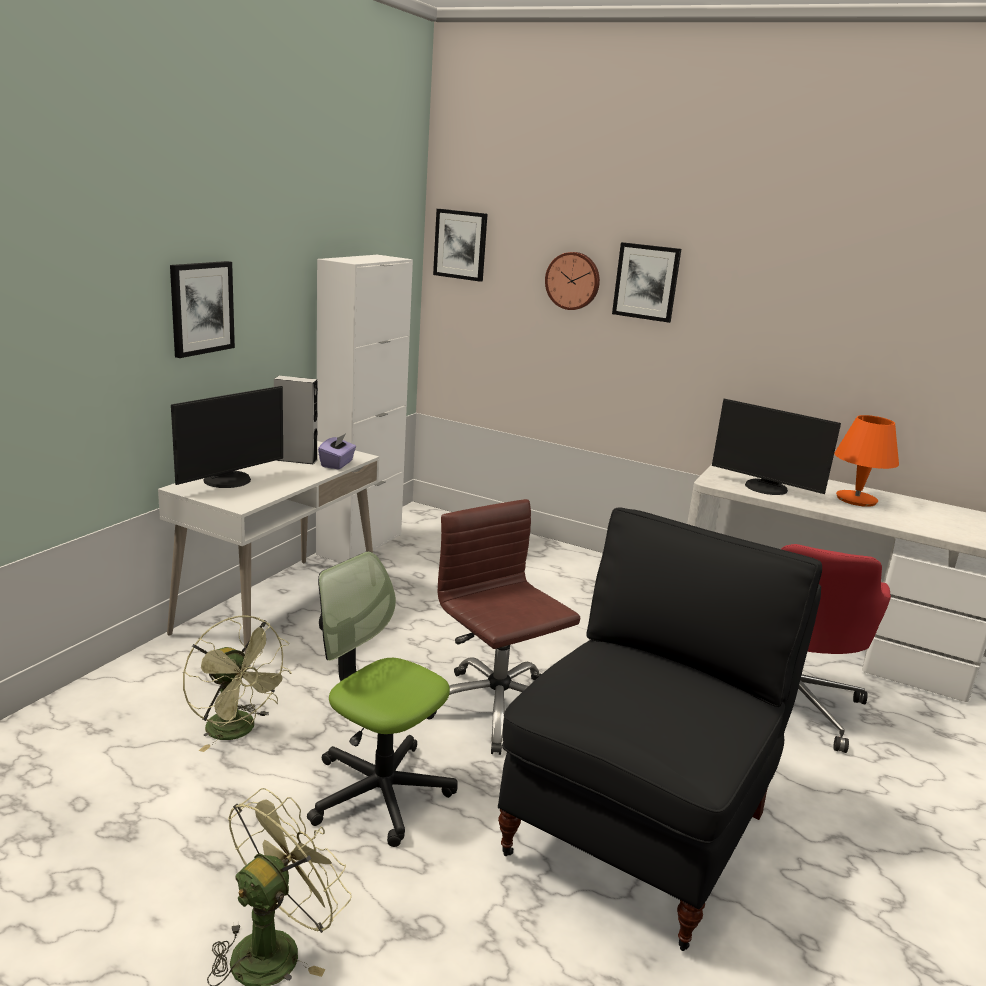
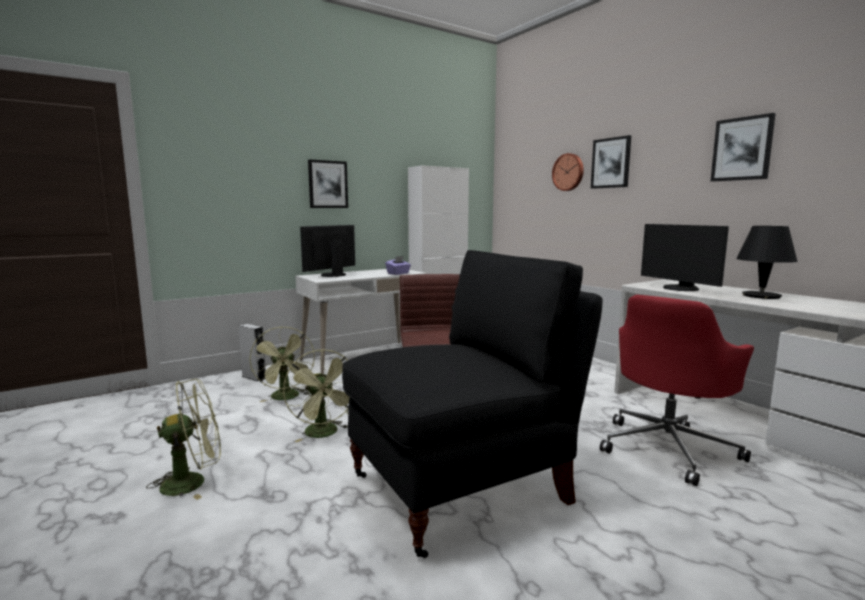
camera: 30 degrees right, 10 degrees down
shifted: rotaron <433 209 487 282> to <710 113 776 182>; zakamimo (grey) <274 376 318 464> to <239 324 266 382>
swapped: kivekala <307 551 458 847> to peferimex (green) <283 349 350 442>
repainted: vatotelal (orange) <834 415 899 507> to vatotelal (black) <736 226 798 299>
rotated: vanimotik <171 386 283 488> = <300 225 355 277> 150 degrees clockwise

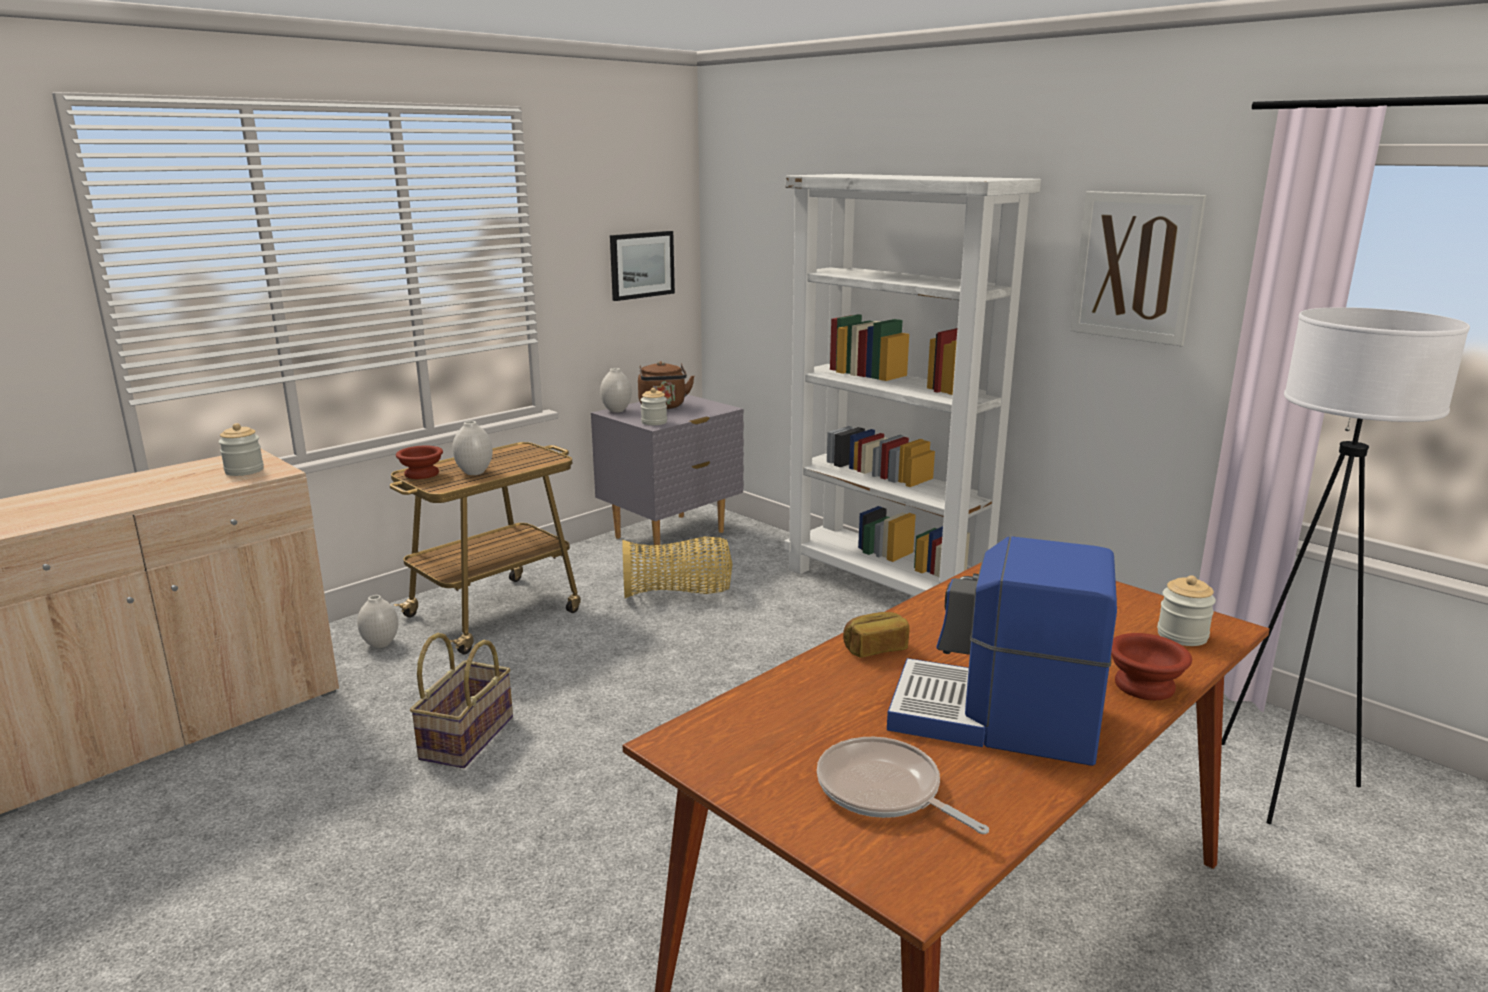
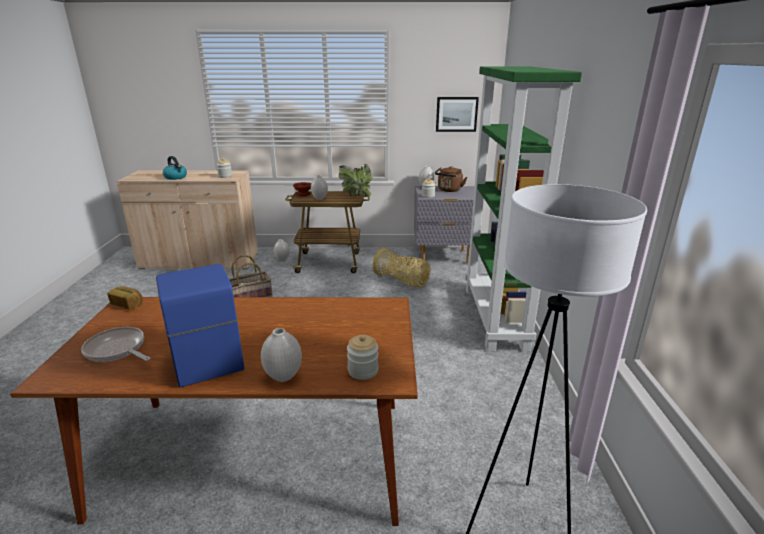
camera: 45 degrees right, 5 degrees up
gone: rotaron <1071 191 1206 346>
new: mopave <163 156 187 180>; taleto <338 164 373 196>
shifted: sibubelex <843 612 910 658> to <107 286 143 310>
swapped: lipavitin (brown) <1111 633 1192 700> to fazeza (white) <261 328 302 382>
repainted: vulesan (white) <785 174 1041 596> to vulesan (green) <465 66 582 351>
rotated: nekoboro <817 737 989 834> = <81 327 150 362> 60 degrees counterclockwise

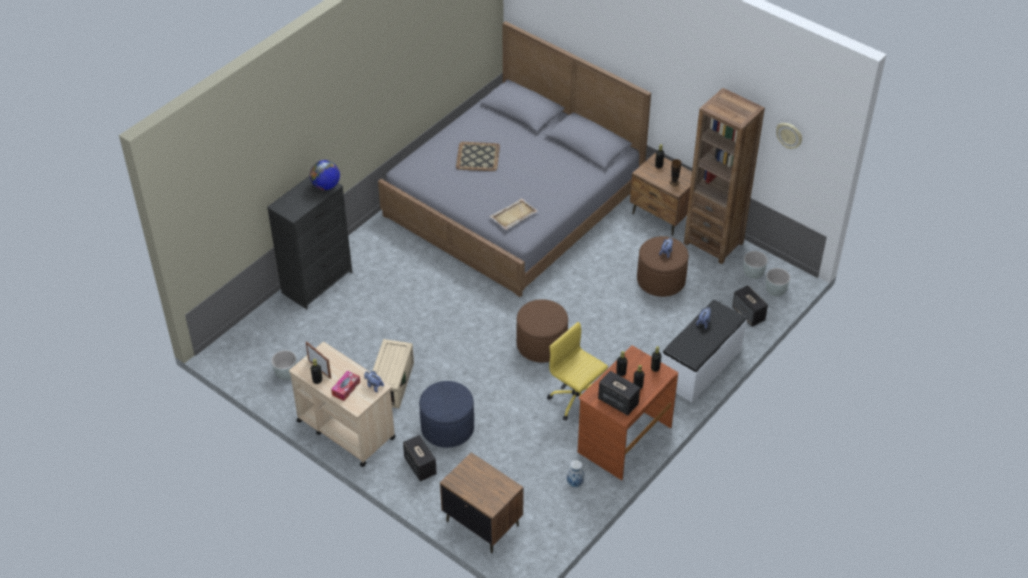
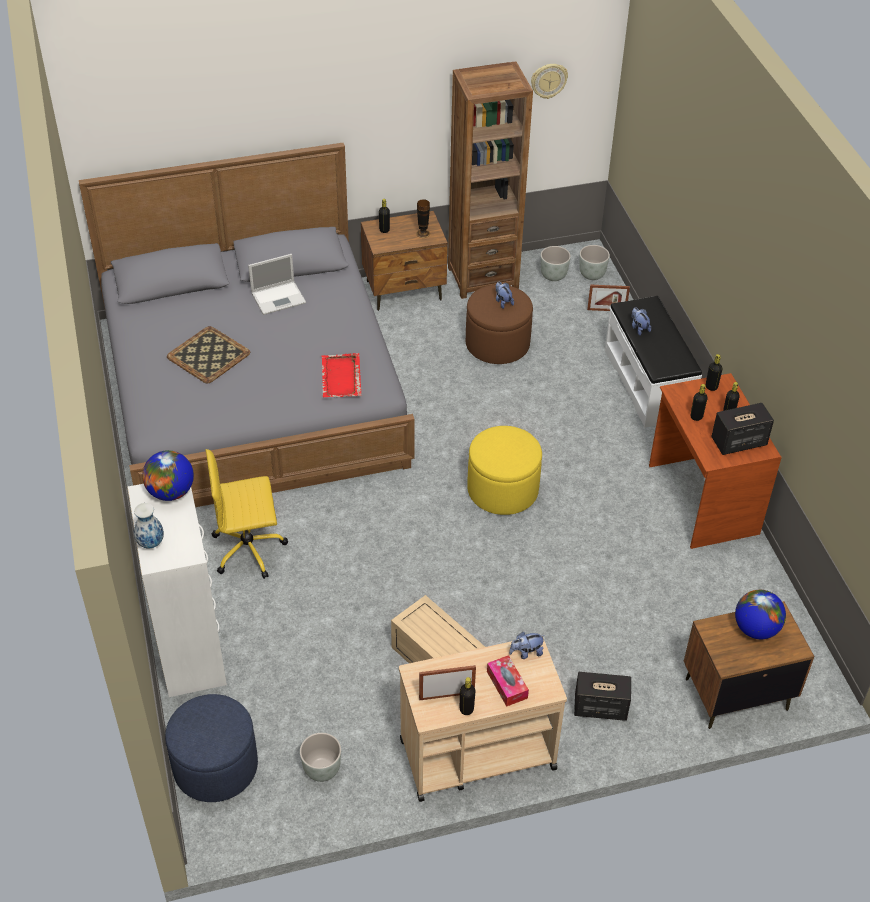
camera: 55 degrees left, 0 degrees up
new: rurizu <248 254 306 315>; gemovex <735 590 786 639>
shifted: kivekala (yellow) <547 322 608 421> to <205 449 288 579>; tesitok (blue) <419 381 474 448> to <165 694 258 802>; fazeza <567 460 585 487> to <134 503 164 548>
swapped: zakamimo <732 285 768 327> to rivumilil <587 285 630 311>
repainted: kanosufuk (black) <267 175 352 309> to kanosufuk (white) <128 484 227 697>; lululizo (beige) <490 198 538 230> to lululizo (red) <321 353 361 397>; tesitok (brown) <516 299 568 363> to tesitok (yellow) <467 426 542 515>

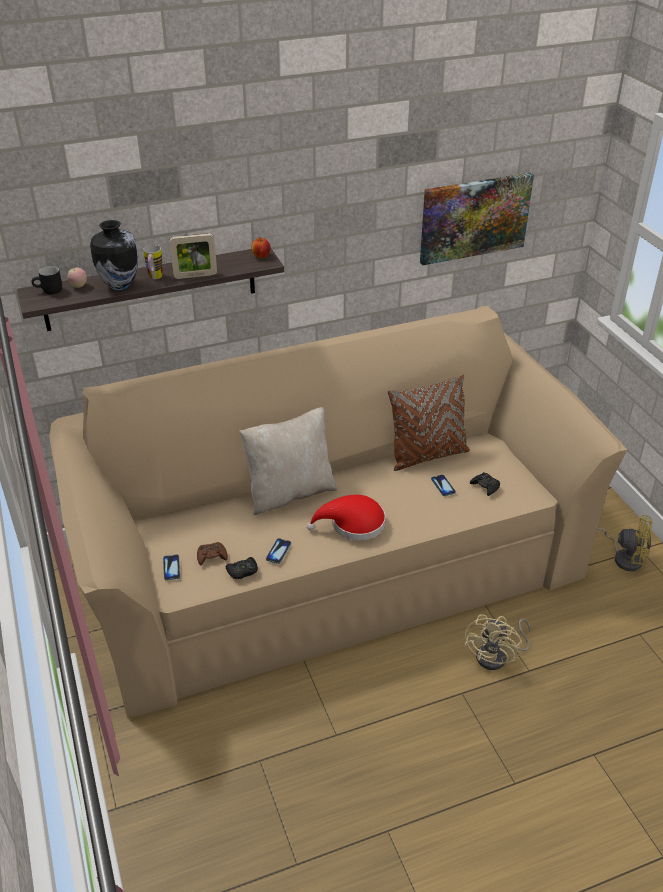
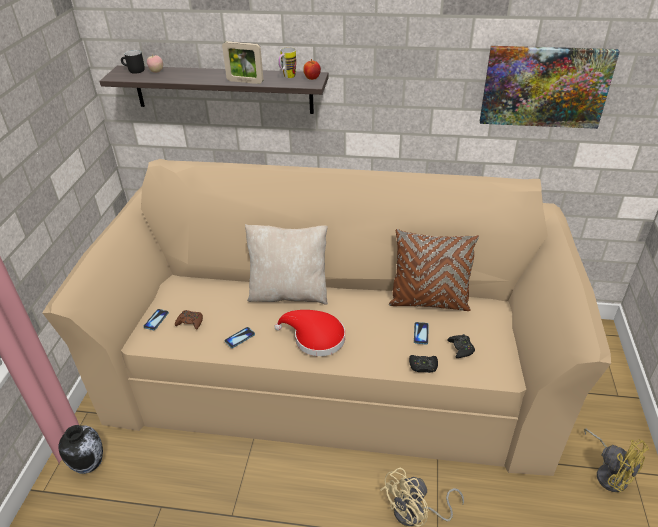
camera: 30 degrees right, 0 degrees up
shifted: fazeza <90 220 138 290> to <59 425 103 474>; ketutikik <143 245 163 279> to <278 47 296 78>; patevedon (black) <226 557 258 579> to <409 355 438 373>

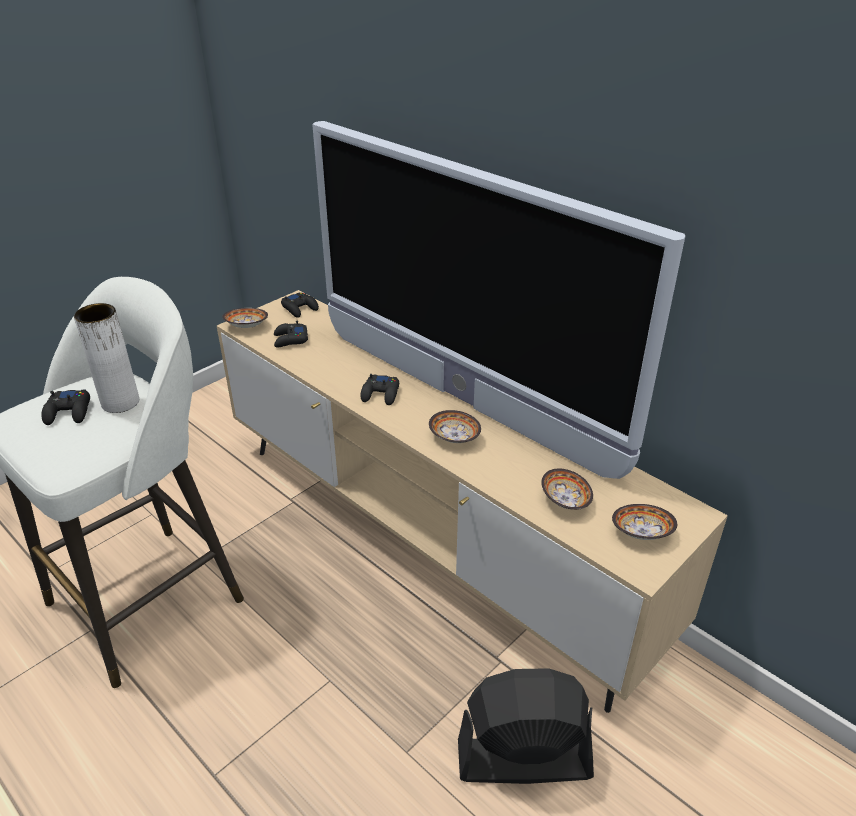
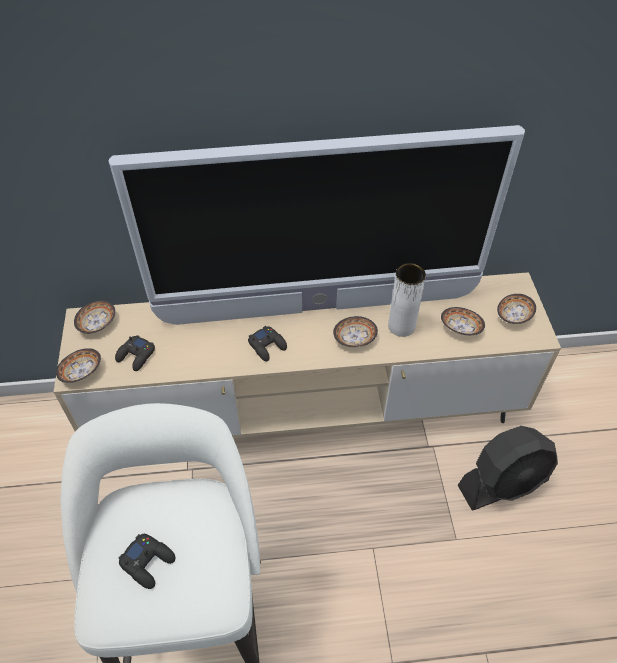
camera: 50 degrees left, 15 degrees up
shifted: fazeza (white) <74 303 139 413> to <388 263 426 337>
swapped: patevedon (black) <281 293 319 318> to lipavitin <74 300 115 334>
rotated: peferimex (black) <458 668 594 784> = <458 426 558 510> 150 degrees counterclockwise

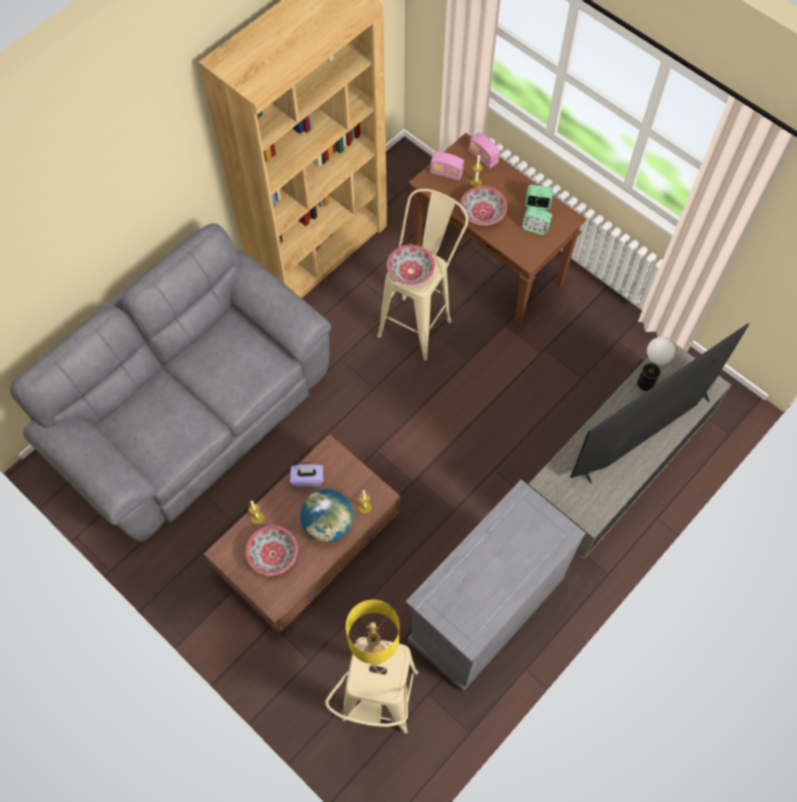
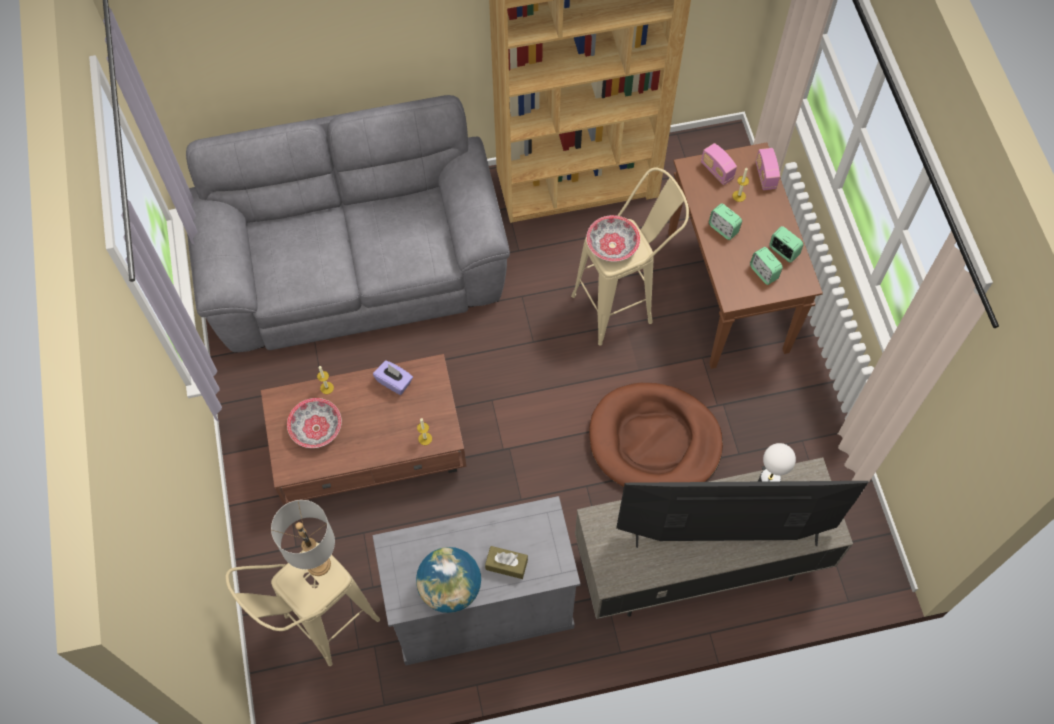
camera: 35 degrees right, 0 degrees up
new: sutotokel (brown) <589 383 723 487>; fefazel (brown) <485 546 528 579>
shifted: gemovex <300 489 353 542> to <416 547 481 613>
swapped: lipavitin <460 186 507 225> to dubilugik <709 203 742 240>
repainted: vatotelal (yellow) <346 600 400 665> to vatotelal (grey) <271 500 335 576>

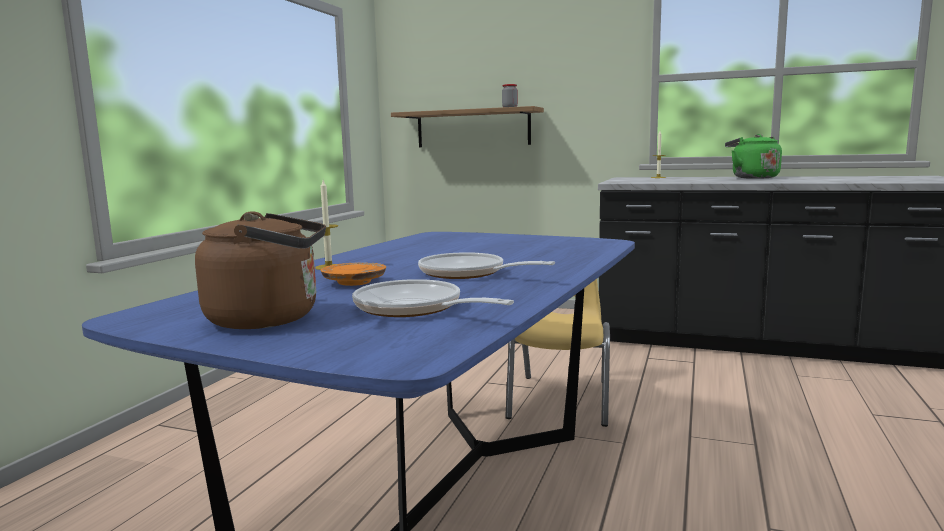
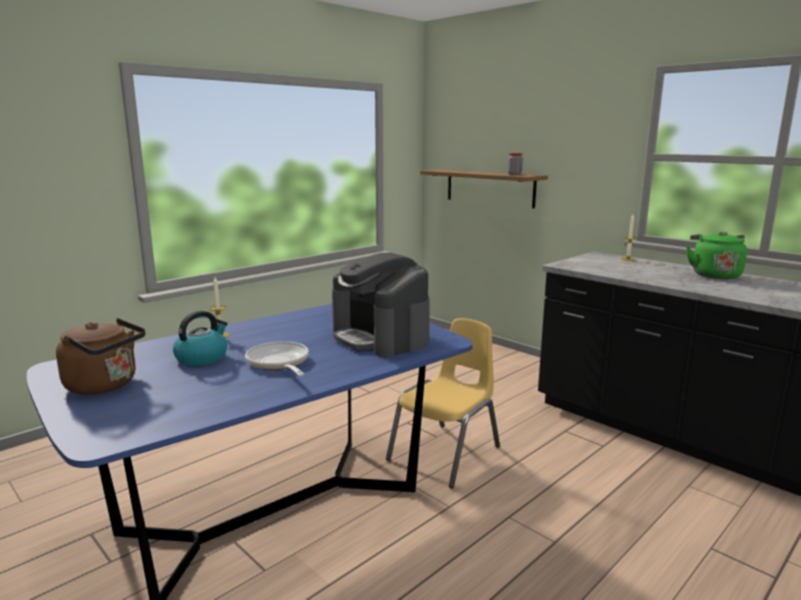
camera: 25 degrees right, 5 degrees up
gone: nekoboro <352 279 514 317>
new: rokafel <332 252 430 357>
swapped: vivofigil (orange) <320 262 386 286> to mopave <173 311 228 366>

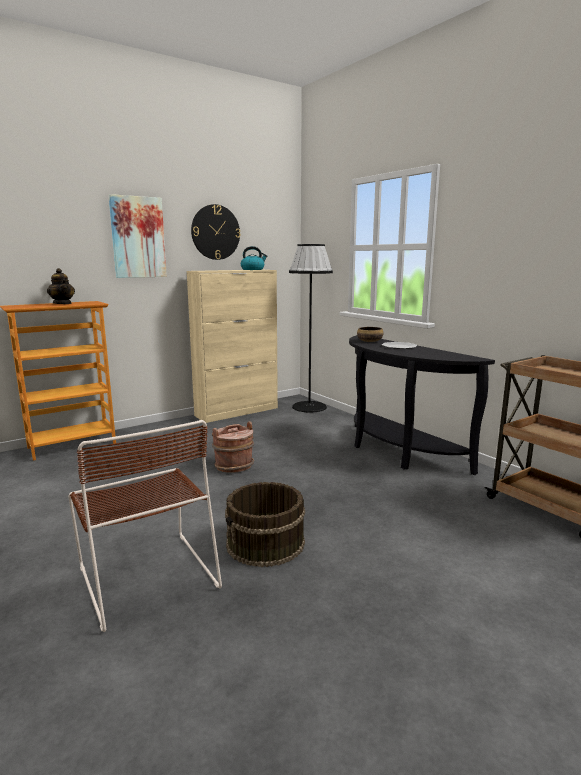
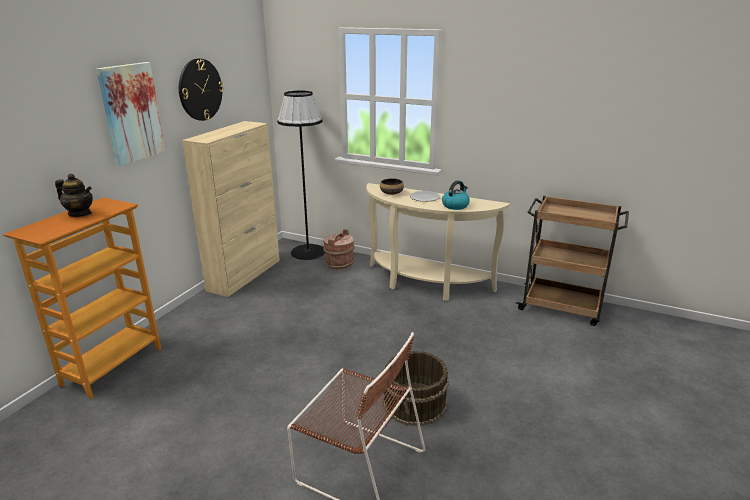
camera: 30 degrees left, 10 degrees up
shifted: mopave <241 246 267 270> to <442 180 470 210>; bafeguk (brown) <212 421 254 473> to <323 229 355 270>
repainted: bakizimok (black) <349 335 495 475> to bakizimok (beige) <366 183 510 301>

